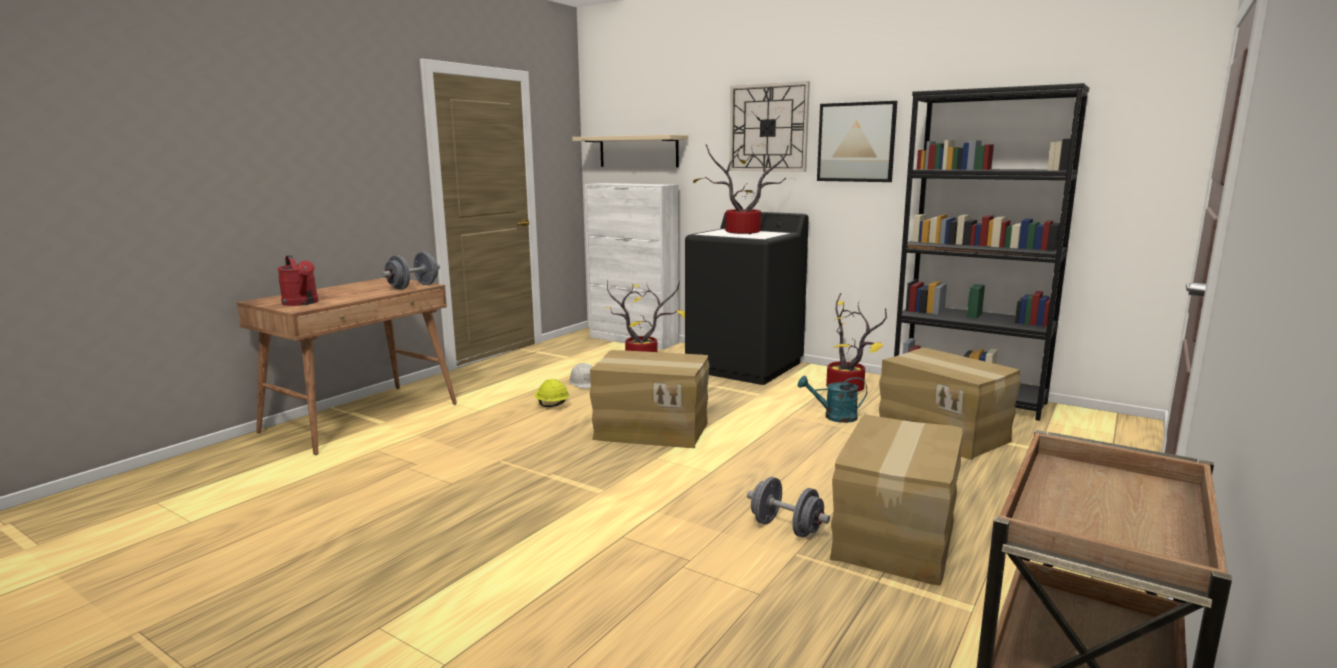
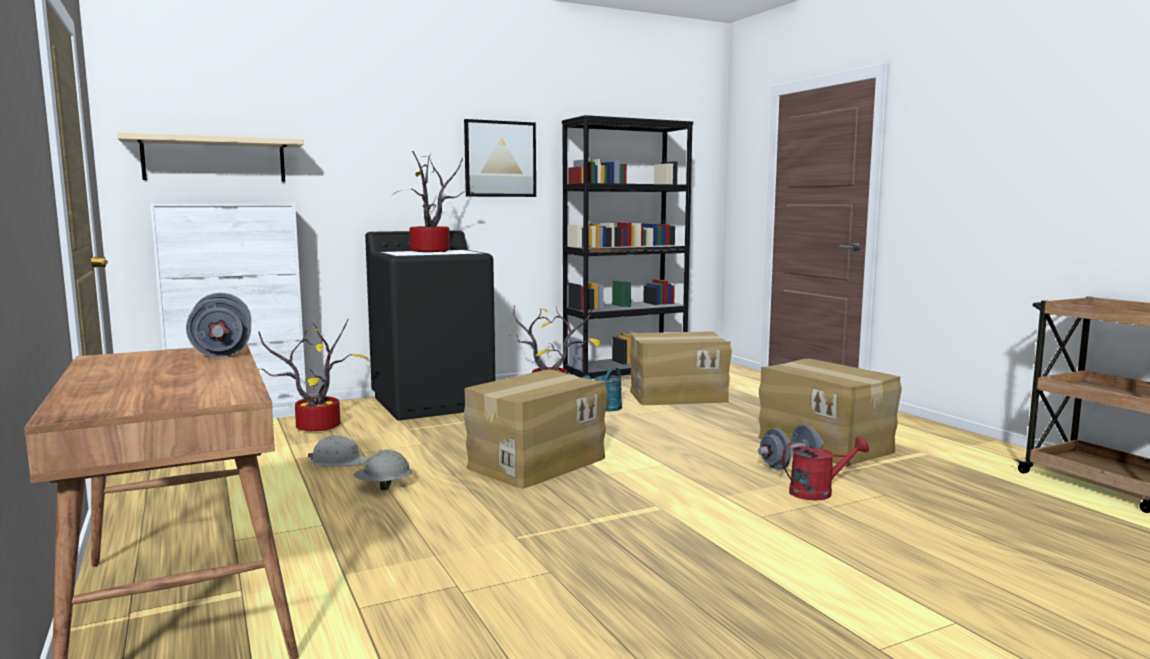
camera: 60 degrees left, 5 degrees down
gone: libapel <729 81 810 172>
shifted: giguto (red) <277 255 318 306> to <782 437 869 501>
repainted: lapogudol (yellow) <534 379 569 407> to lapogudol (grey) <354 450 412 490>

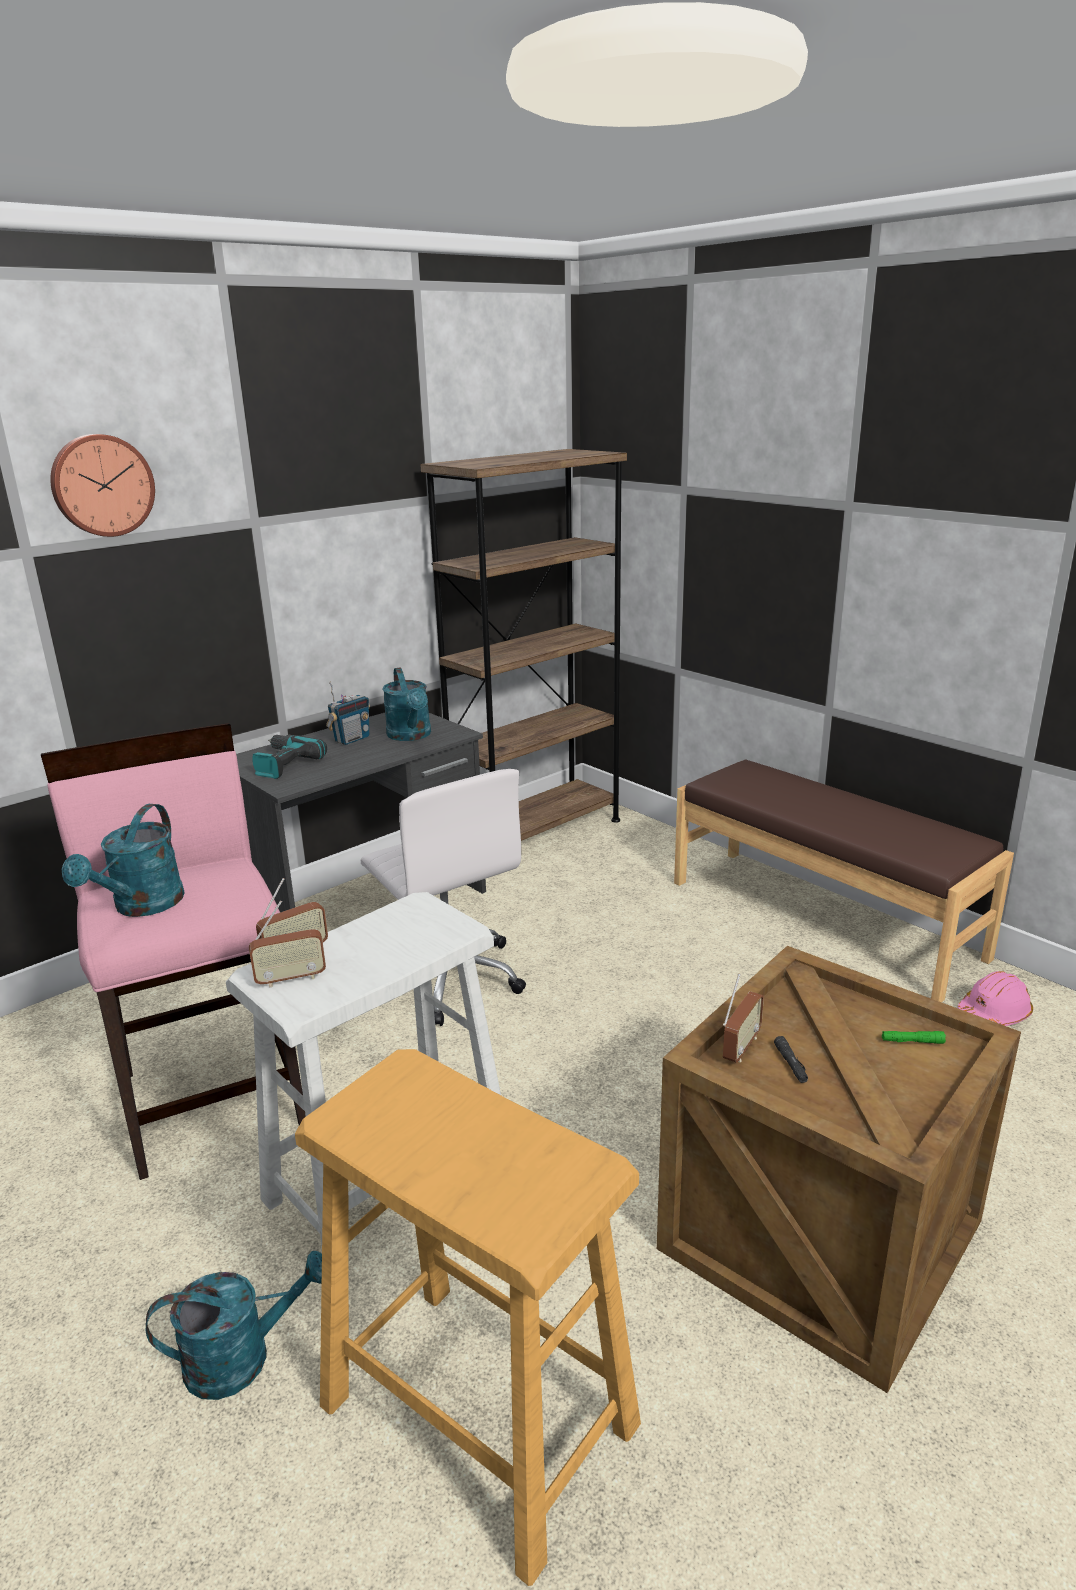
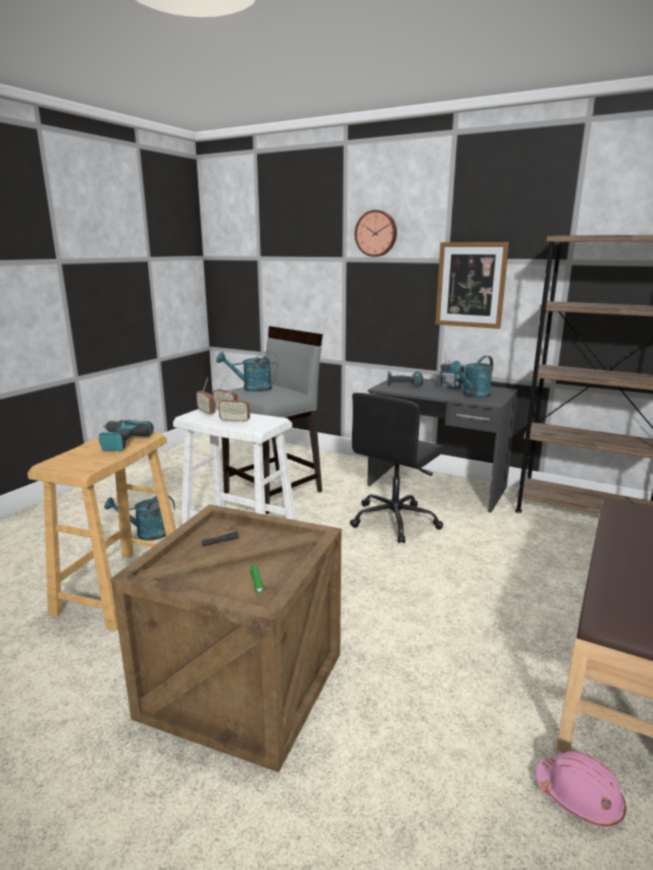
camera: 70 degrees right, 5 degrees down
new: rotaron <435 242 509 329>; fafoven <99 420 154 452>
shifted: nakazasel <723 974 764 1063> to <218 385 250 423>
repainted: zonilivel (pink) <41 723 306 1180> to zonilivel (grey) <222 326 323 514>; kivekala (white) <361 769 526 1026> to kivekala (black) <350 393 445 543>
rotated: giguto (turquoise) <146 1251 322 1400> = <104 496 175 541> 120 degrees clockwise

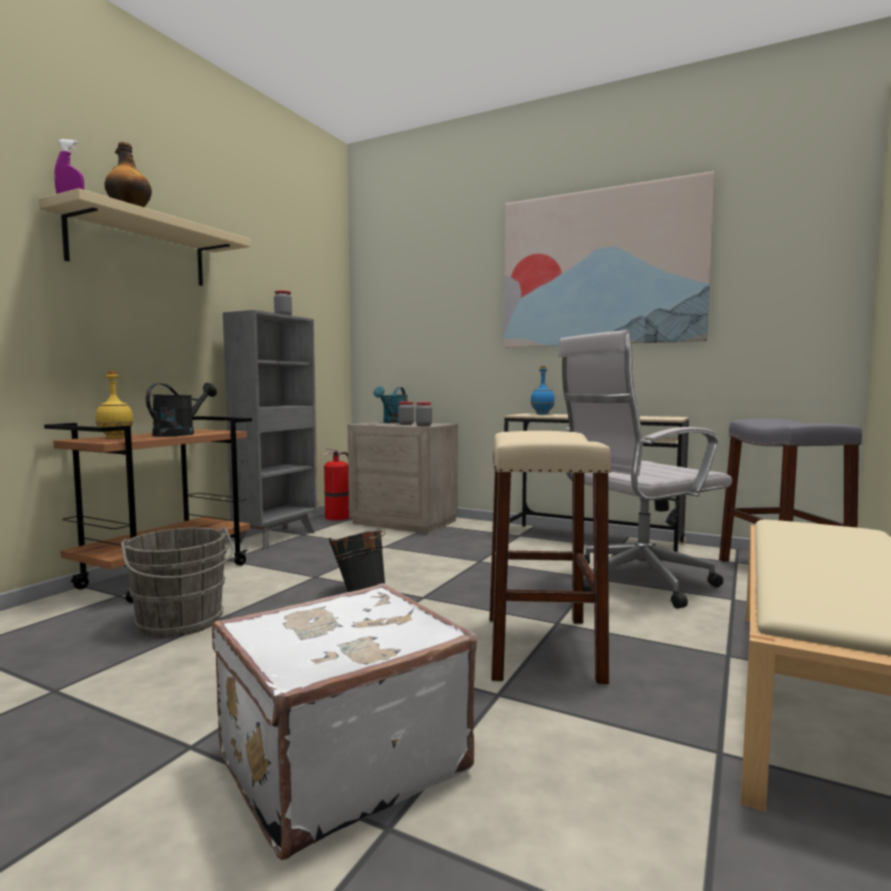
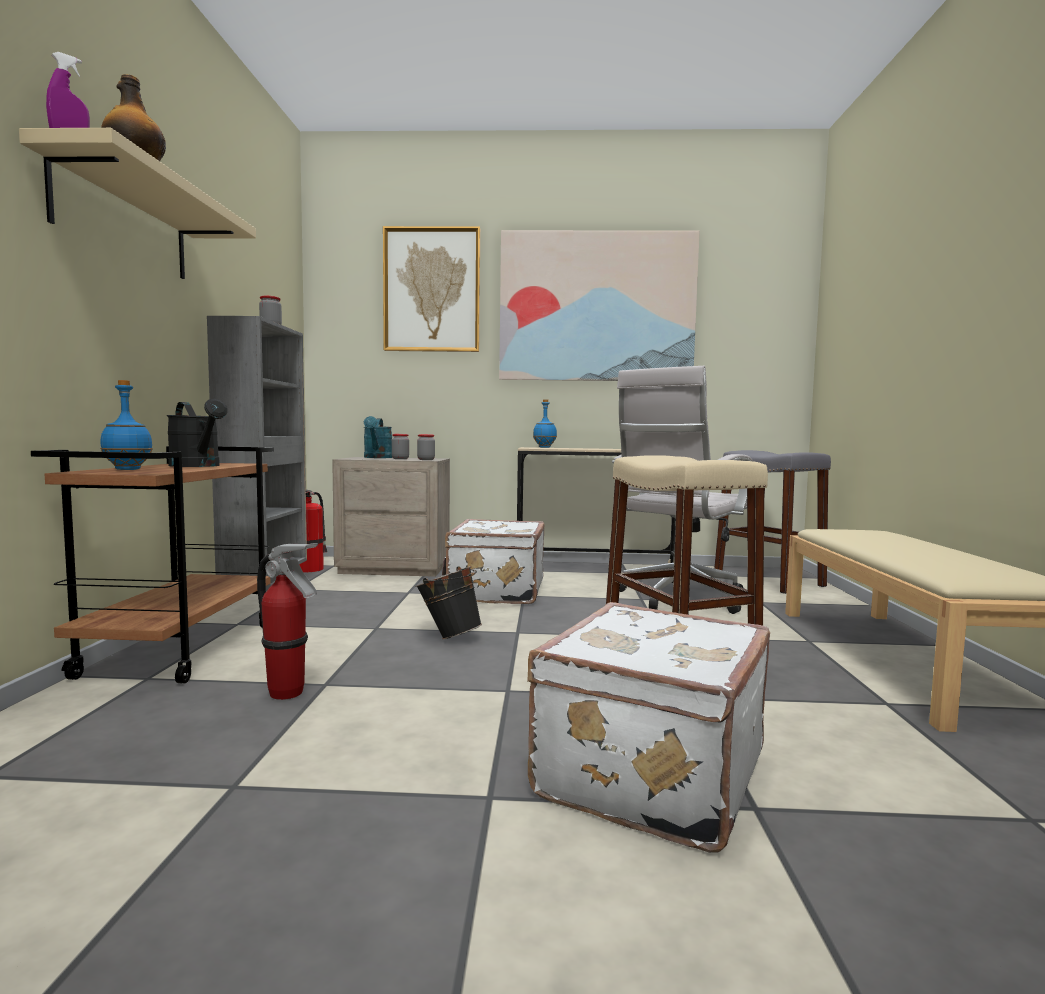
camera: 25 degrees left, 0 degrees up
new: rotaron <383 226 480 352>; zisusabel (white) <442 519 544 604>
swapped: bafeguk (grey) <121 527 234 638> to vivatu <257 543 318 700>
repainted: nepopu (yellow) <95 371 134 438> to nepopu (blue) <100 380 153 470>
rotated: giguto (black) <146 383 217 436> = <167 399 228 467> 135 degrees clockwise

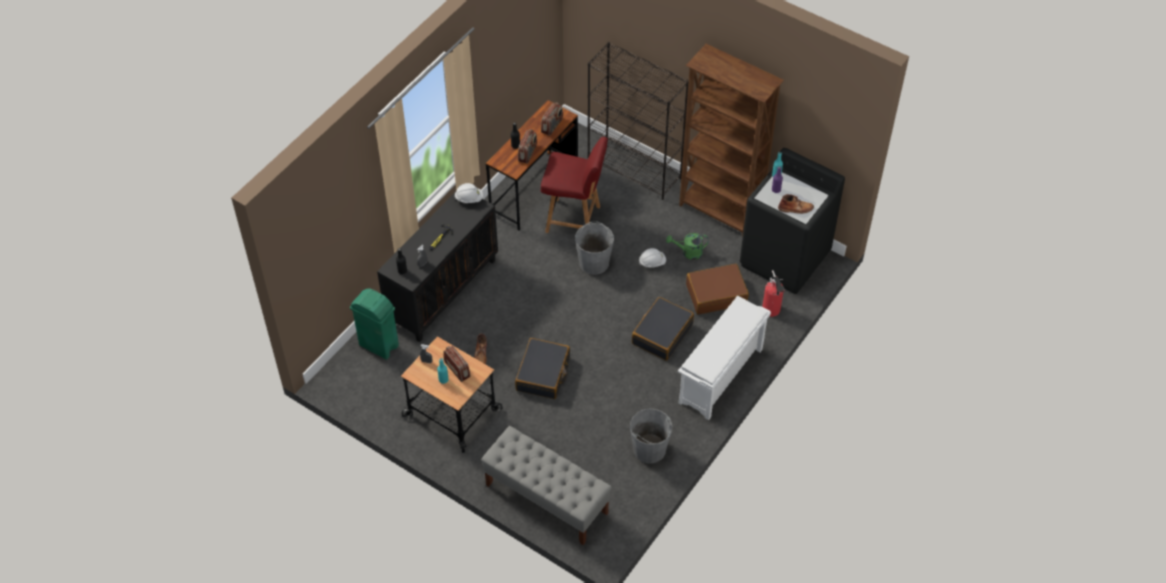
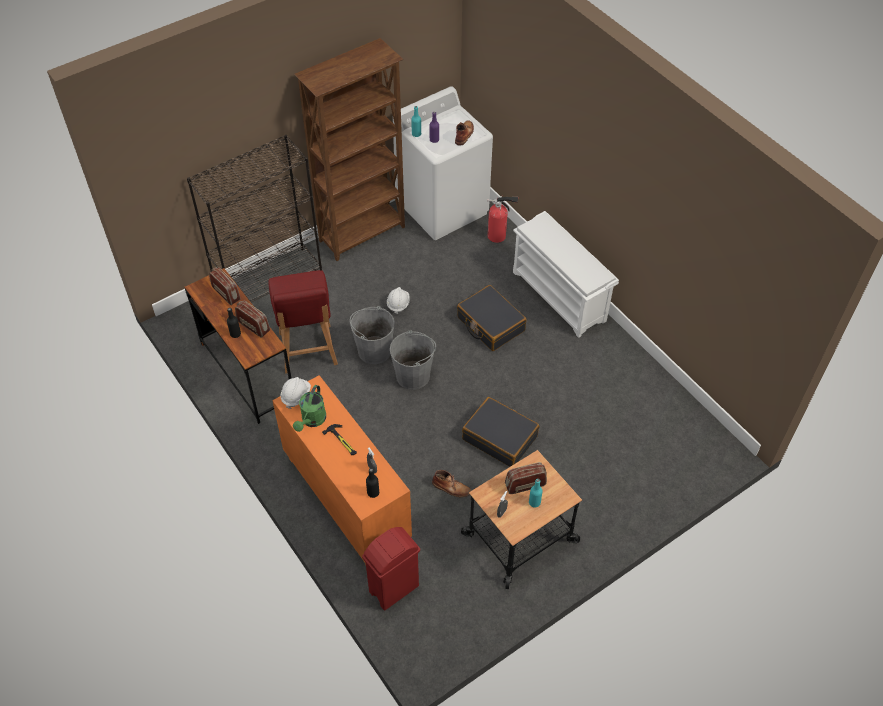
camera: 70 degrees left, 0 degrees up
gone: zisusabel (brown) <686 264 749 315>; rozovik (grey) <481 426 612 545>
shifted: giguto (green) <666 233 709 260> to <293 385 326 432>; bafeguk (grey) <630 409 672 464> to <390 331 436 390>
repainted: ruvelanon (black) <740 148 845 294> to ruvelanon (white) <393 86 493 240>; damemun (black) <377 193 498 342> to damemun (orange) <272 375 412 565>; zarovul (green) <350 289 399 360> to zarovul (red) <362 527 420 610>
rotated: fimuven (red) <541 137 608 233> = <268 270 338 373> 135 degrees clockwise

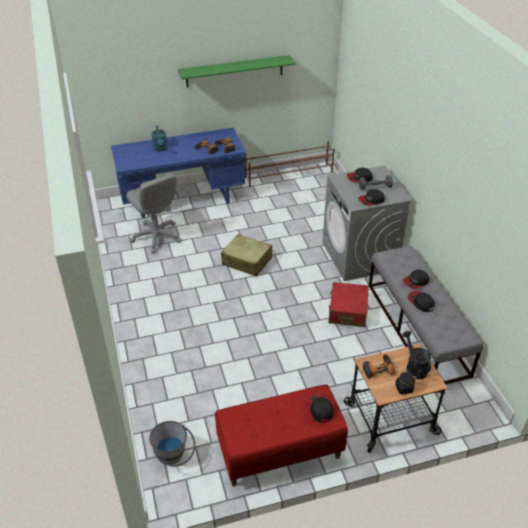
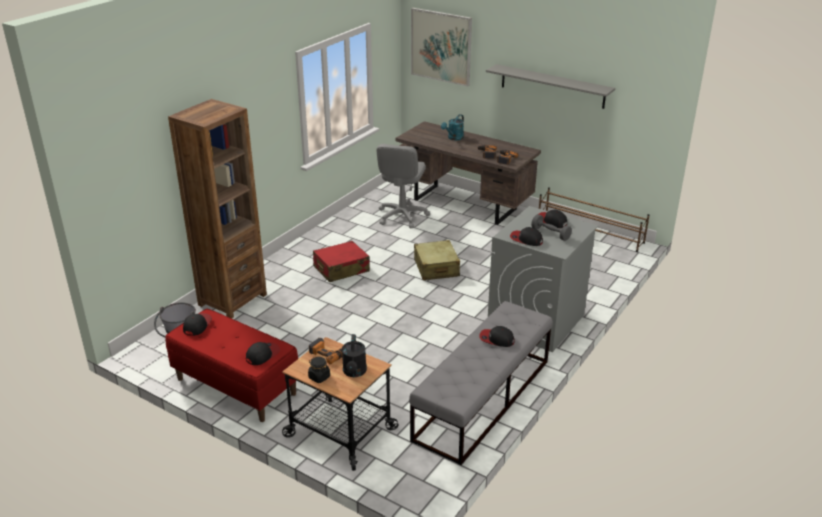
camera: 50 degrees right, 10 degrees down
new: rotaron <411 8 472 87>; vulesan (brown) <168 99 267 318>
shifted: zisusabel (red) <329 282 369 327> to <313 241 370 282>; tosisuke <408 291 435 312> to <183 313 212 336>
repainted: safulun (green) <178 55 296 88> to safulun (grey) <486 64 615 109>; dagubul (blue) <111 128 246 218> to dagubul (brown) <395 121 541 225>
rotated: giguto (black) <402 331 431 379> = <342 334 367 377> 150 degrees clockwise

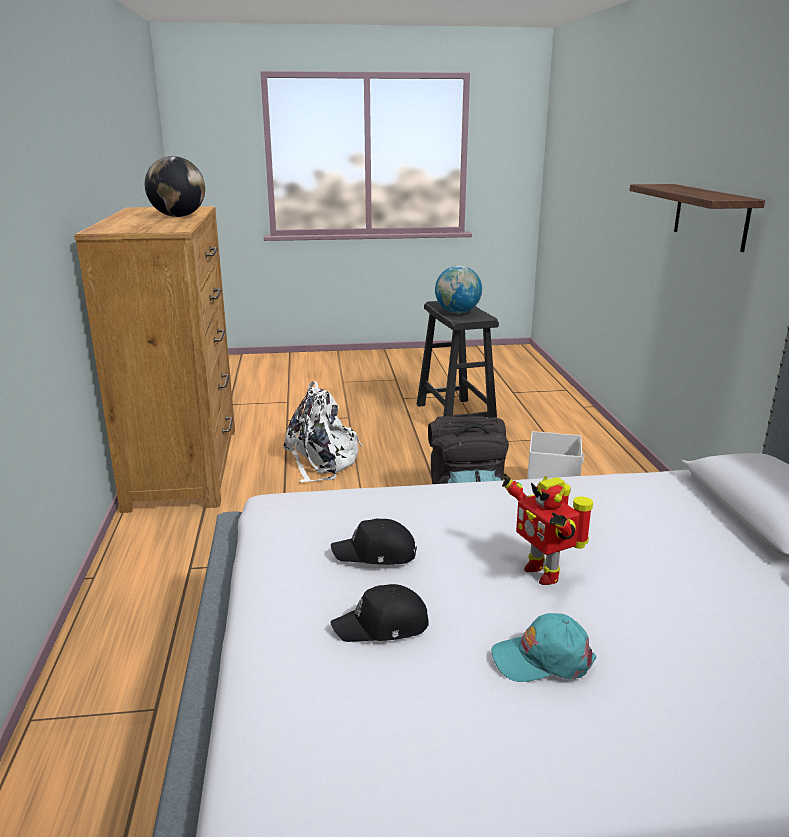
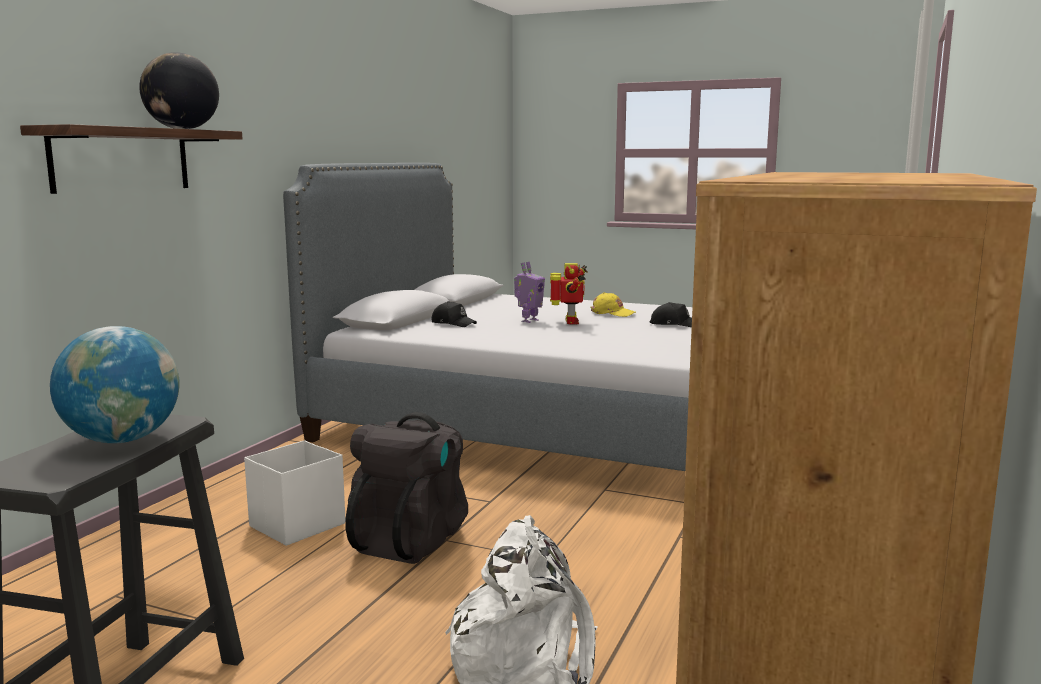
camera: 150 degrees left, 10 degrees down
new: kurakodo <514 262 545 323>
shifted: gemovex <145 156 205 217> to <139 52 219 129>; tosisuke (black) <331 519 417 565> to <431 301 477 327>
repainted: tosisuke (turquoise) <491 613 597 682> to tosisuke (yellow) <590 292 636 317>

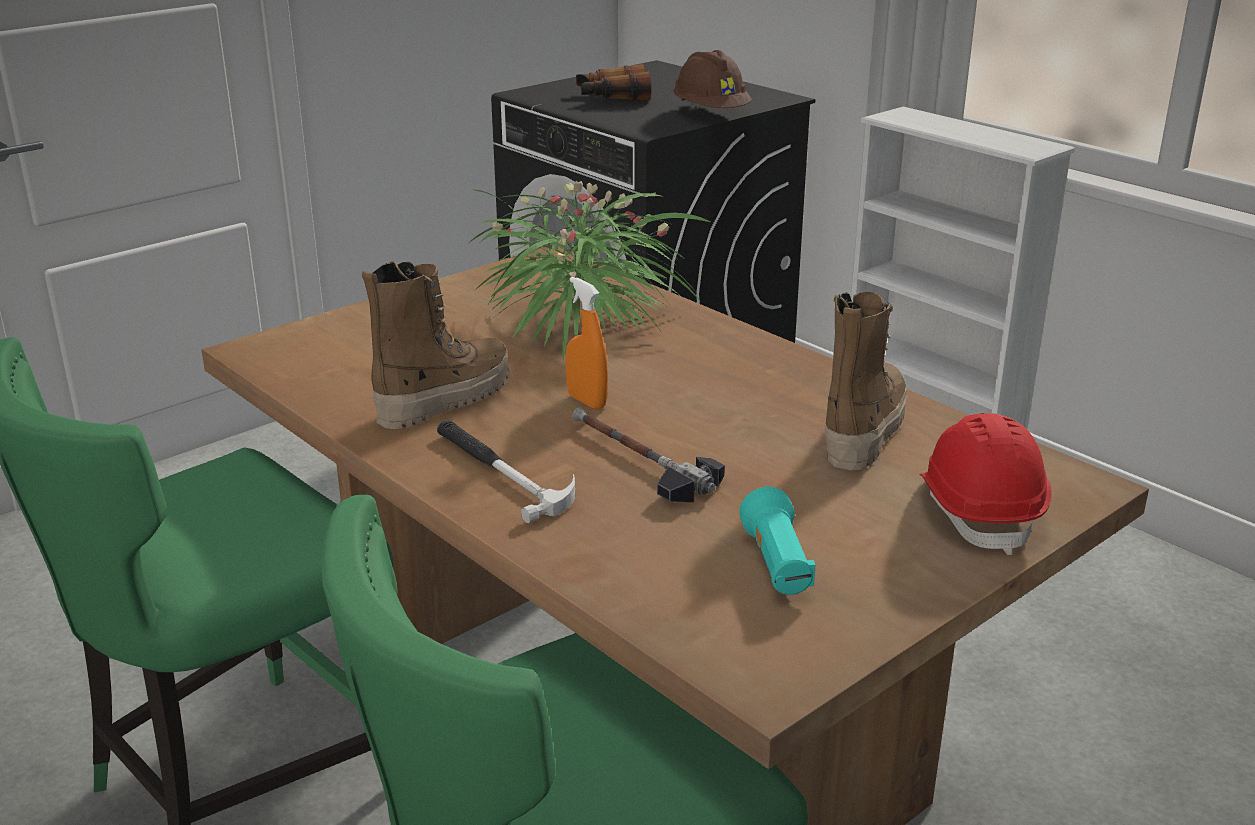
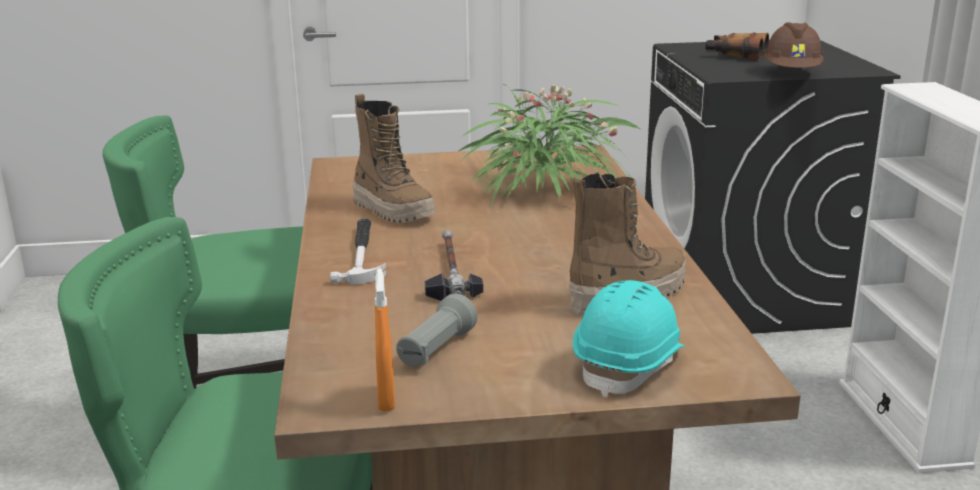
camera: 35 degrees right, 5 degrees down
shifted: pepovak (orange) <565 277 608 409> to <375 268 395 411>
repainted: lapogudol (red) <919 413 1051 555> to lapogudol (turquoise) <573 280 686 398>; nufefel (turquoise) <739 487 815 595> to nufefel (grey) <396 293 477 367>
rotated: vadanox <362 261 509 429> = <353 94 435 223> 60 degrees clockwise

